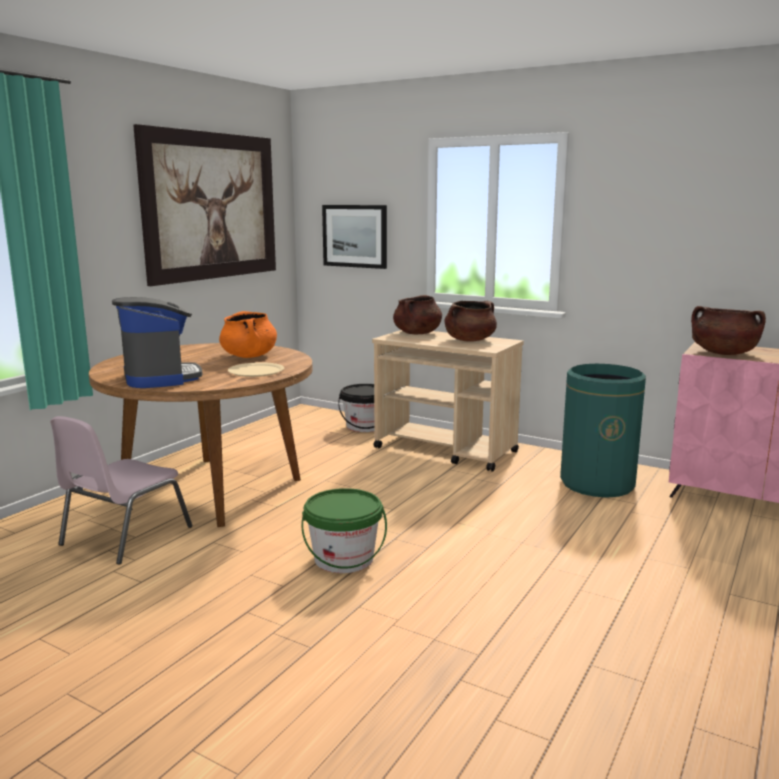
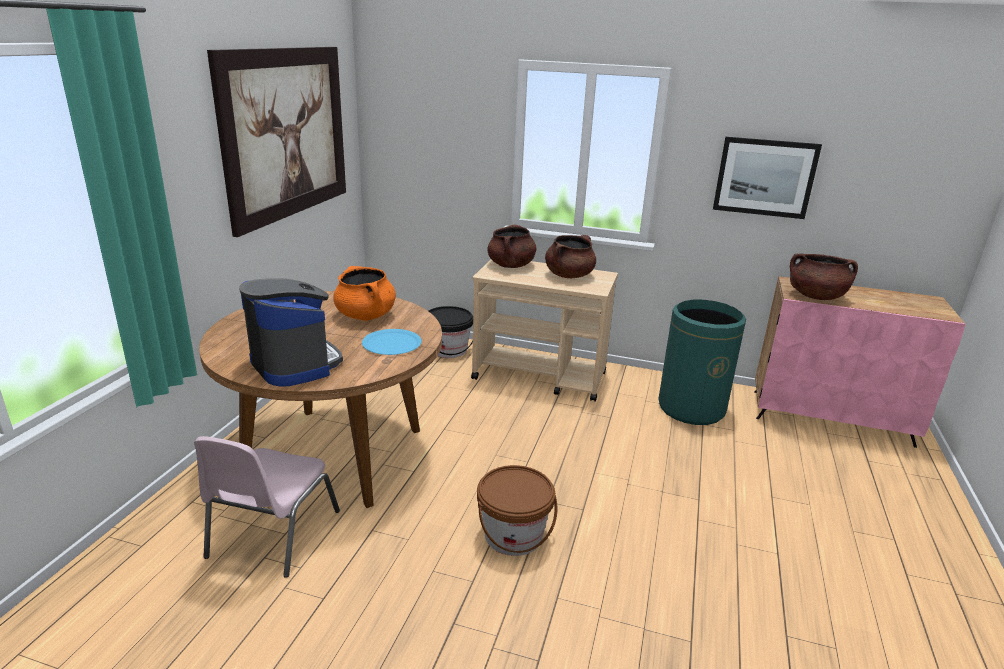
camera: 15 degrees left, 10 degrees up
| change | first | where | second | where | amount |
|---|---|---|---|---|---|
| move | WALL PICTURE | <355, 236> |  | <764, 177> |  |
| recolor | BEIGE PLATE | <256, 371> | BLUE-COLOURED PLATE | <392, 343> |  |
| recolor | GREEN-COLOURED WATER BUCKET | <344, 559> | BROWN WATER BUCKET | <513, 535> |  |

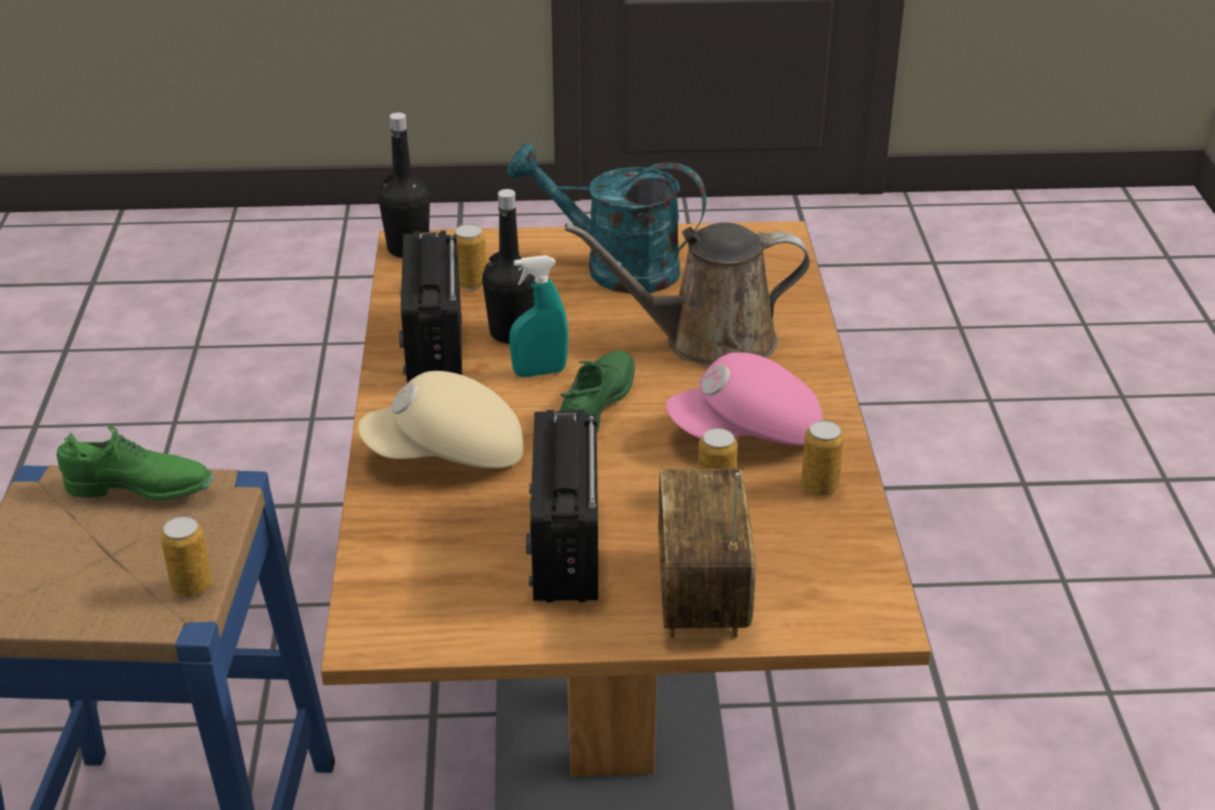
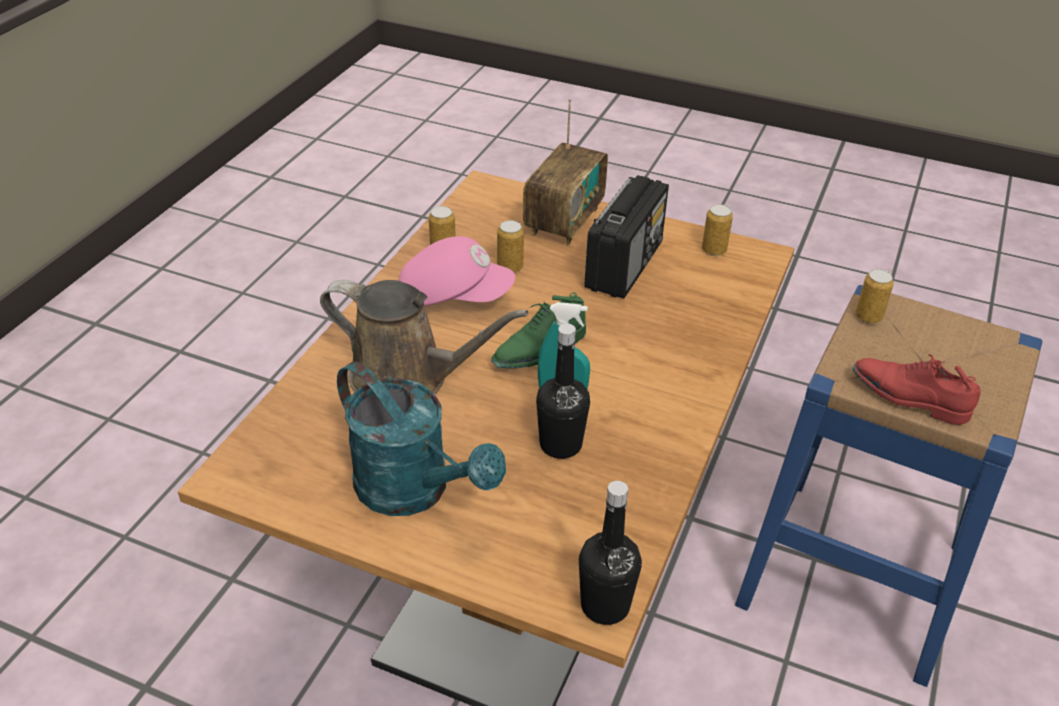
camera: 155 degrees left, 5 degrees up
| change | first | where | second | where | amount |
|---|---|---|---|---|---|
| delete | BEIGE CAP | <447, 455> |  |  |  |
| delete | RADIO SET | <434, 349> |  |  |  |
| move | SEALED CAN | <471, 283> |  | <714, 250> |  |
| recolor | GREEN-COLOURED LOW SHOE | <140, 488> | RED LOW SHOE | <908, 398> |  |

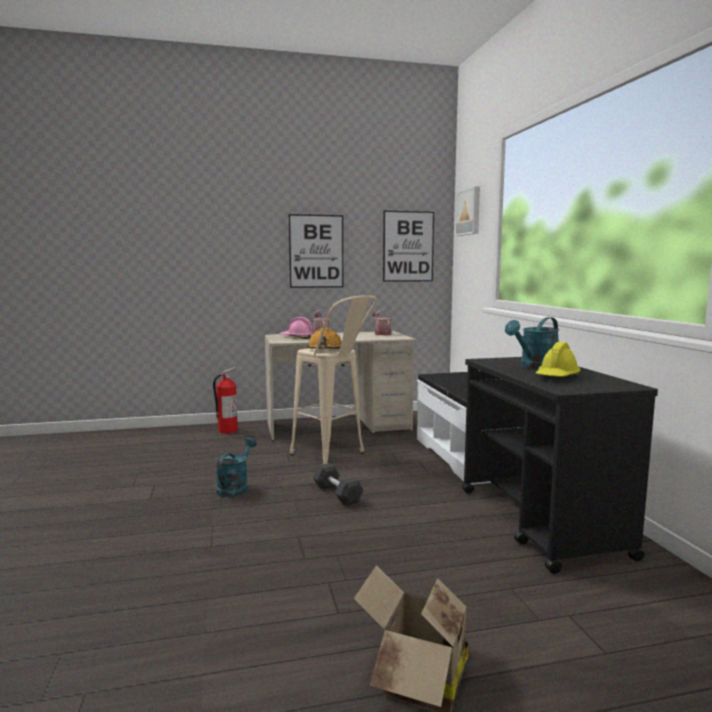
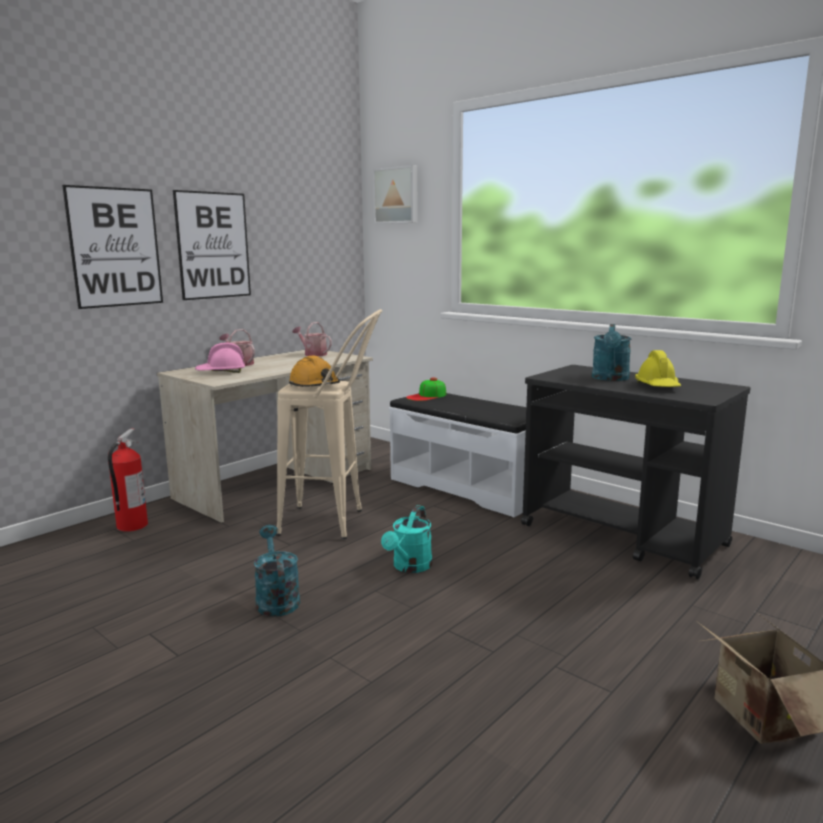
camera: 35 degrees left, 5 degrees up
| change | first | where | second | where | amount |
|---|---|---|---|---|---|
| insert |  |  | CAP | <427, 396> |  |
| move | WALL PICTURE | <408, 246> |  | <115, 247> |  |
| replace | GREY FREE WEIGHT | <337, 494> | TURQUOISE-COLOURED WATERING POT | <409, 567> |  |

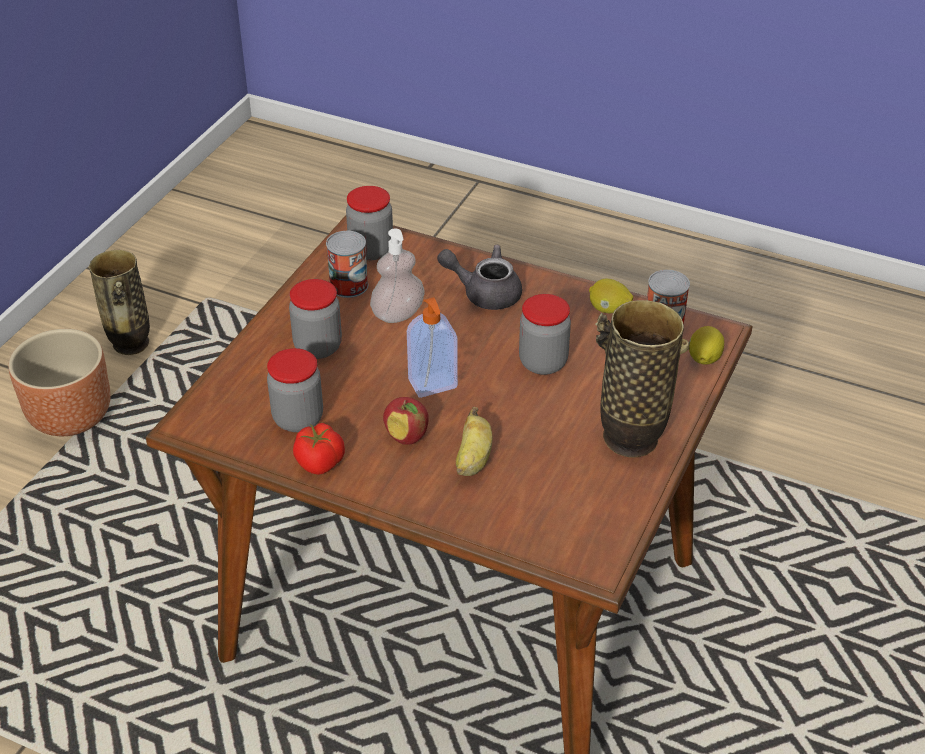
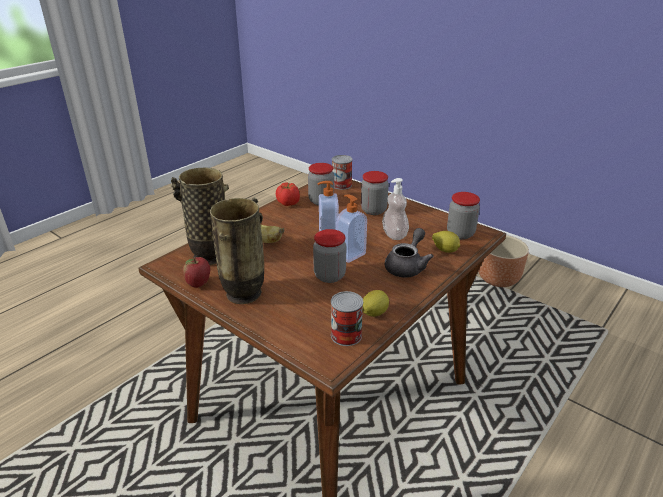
camera: 105 degrees right, 10 degrees down
| change | first | where | second | where | amount |
|---|---|---|---|---|---|
| insert |  |  | SOAP DISPENSER | <350, 254> |  |
| move | FLOWER VASE | <130, 344> |  | <210, 257> |  |
| move | SEALED CAN | <349, 285> |  | <341, 185> |  |
| move | APPLE FRUIT | <407, 436> |  | <199, 284> |  |
| move | CITRUS FRUIT | <703, 359> |  | <445, 250> |  |

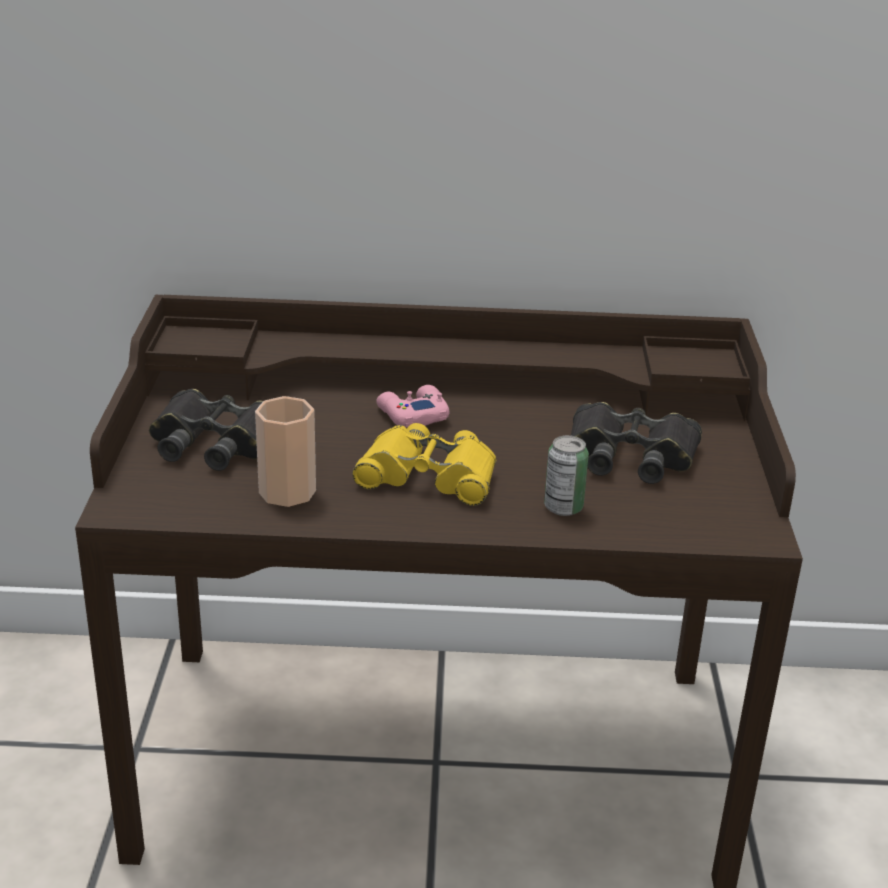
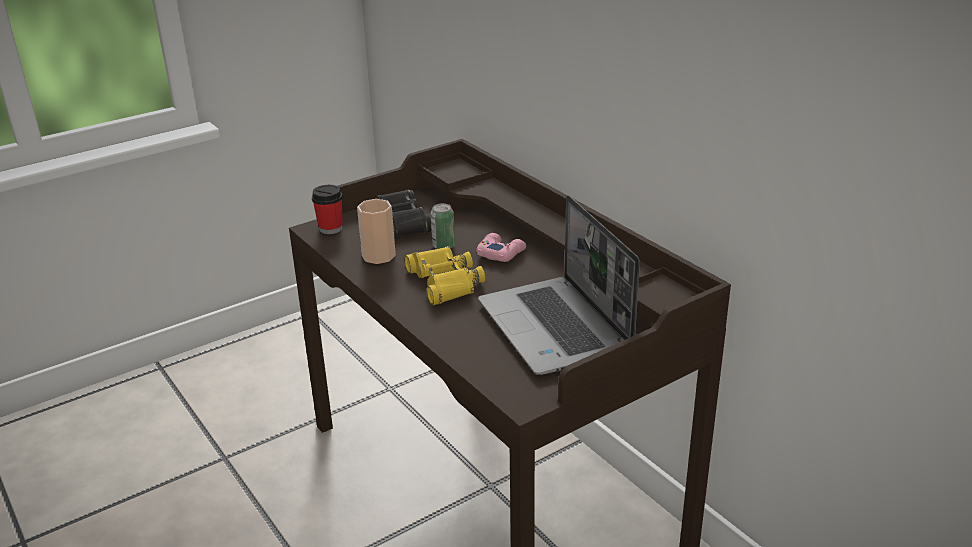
camera: 55 degrees right, 0 degrees up
| change | first | where | second | where | amount |
|---|---|---|---|---|---|
| insert |  |  | CUP | <330, 228> |  |
| move | SEALED CAN | <563, 508> |  | <443, 246> |  |
| replace | BLACKISH FIELD GLASSES | <631, 455> | NOTEBOOK COMPUTER | <556, 328> |  |

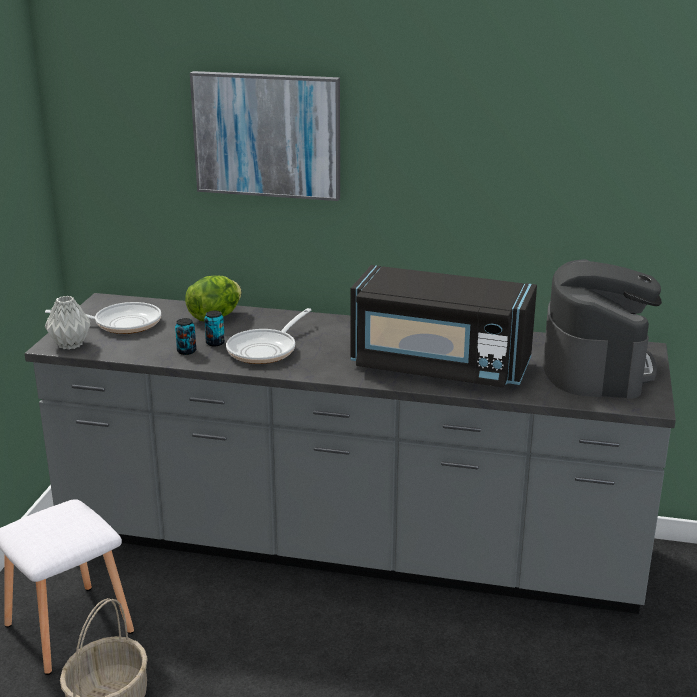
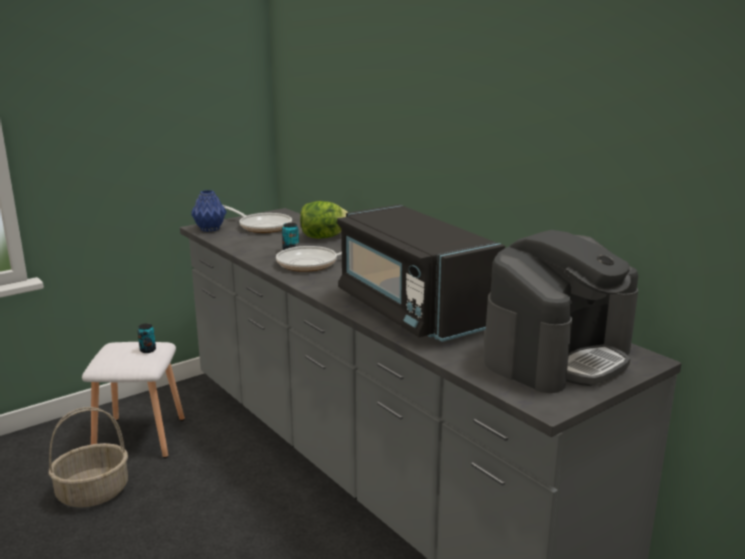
camera: 40 degrees right, 5 degrees down
| change | first | where | second | where | amount |
|---|---|---|---|---|---|
| delete | WALL PICTURE | <267, 135> |  |  |  |
| move | SEALED CAN | <186, 351> |  | <148, 350> |  |
| recolor | GREY FLOWER VASE | <70, 344> | BLUE-COLOURED FLOWER VASE | <210, 229> |  |

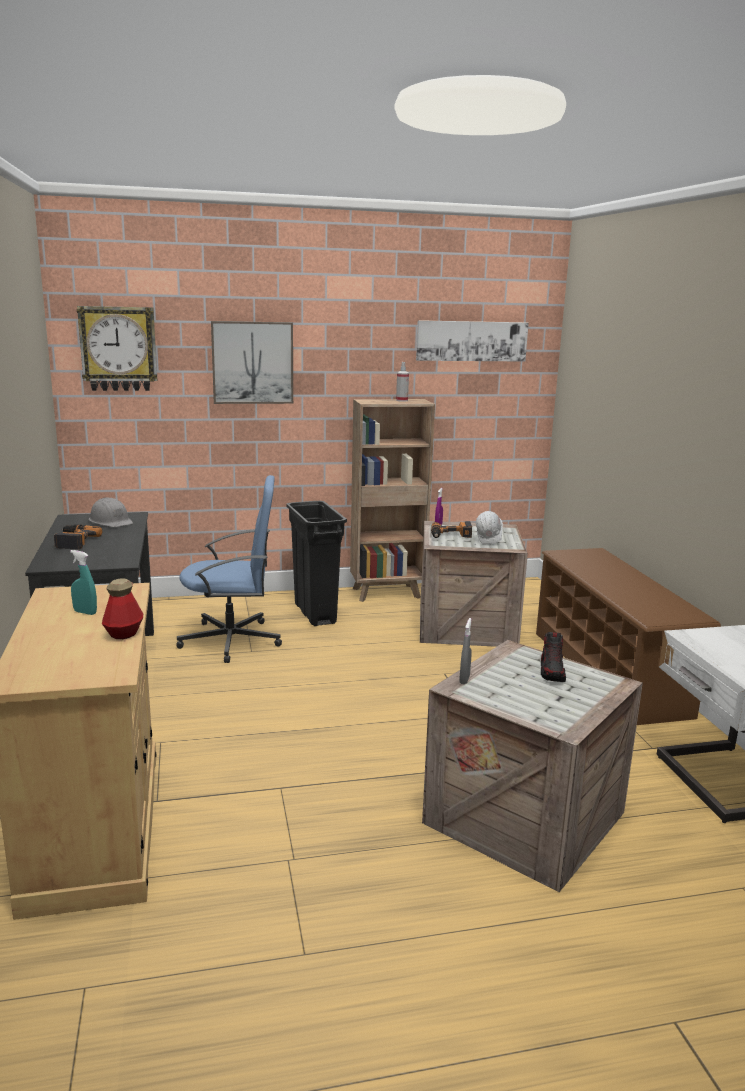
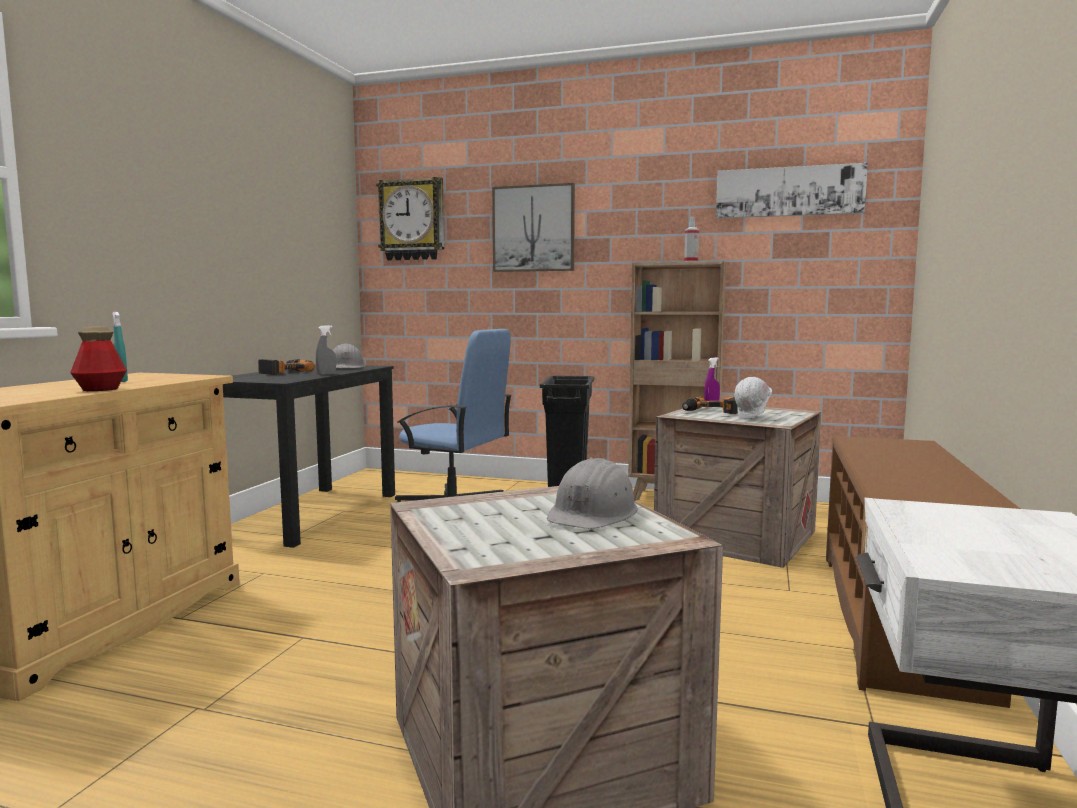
camera: 30 degrees right, 10 degrees down
| change | first | where | second | where | amount |
|---|---|---|---|---|---|
| move | GREY SPRAY BOTTLE | <464, 679> |  | <326, 374> |  |
| replace | LOW SHOE | <552, 671> | GREY SAFETY HELMET | <593, 513> |  |

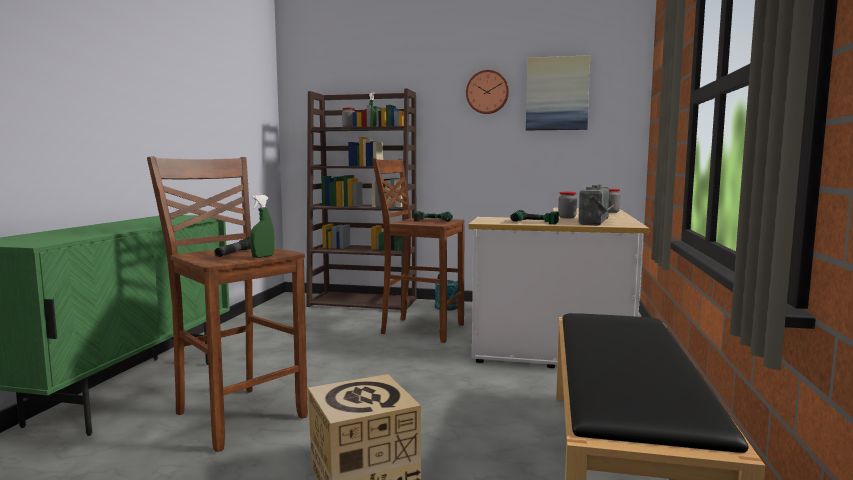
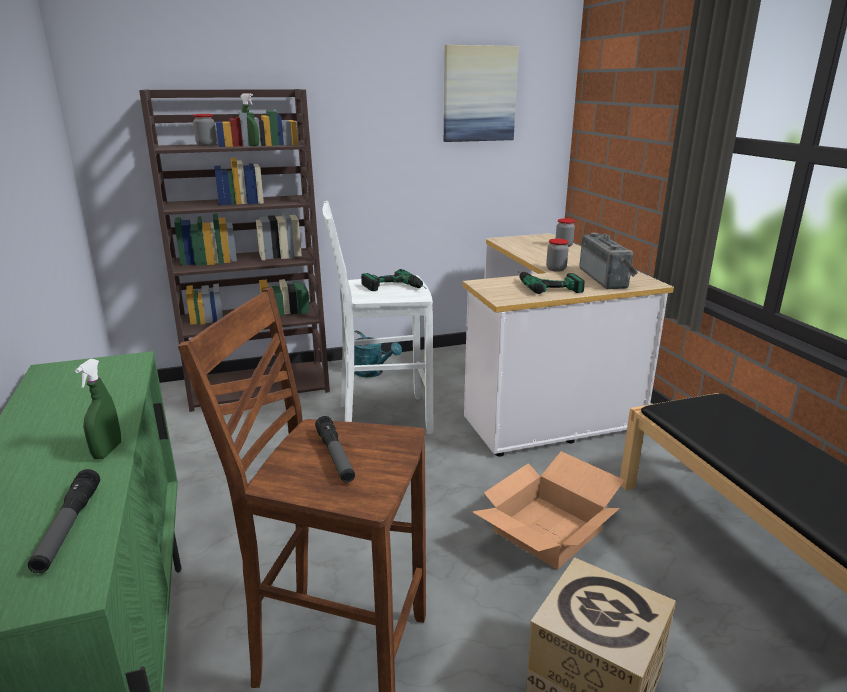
camera: 30 degrees left, 15 degrees up
| change | first | where | second | where | amount |
|---|---|---|---|---|---|
| delete | HANGING CLOCK | <487, 92> |  |  |  |
| insert |  |  | FLASHLIGHT | <68, 527> |  |
| insert |  |  | CARDBOARD BOX | <548, 532> |  |
| move | GREEN-COLOURED SPRAY BOTTLE | <263, 256> |  | <107, 451> |  |
| recolor | BROWN STOOL SEAT | <420, 329> | WHITE STOOL SEAT | <381, 417> |  |

